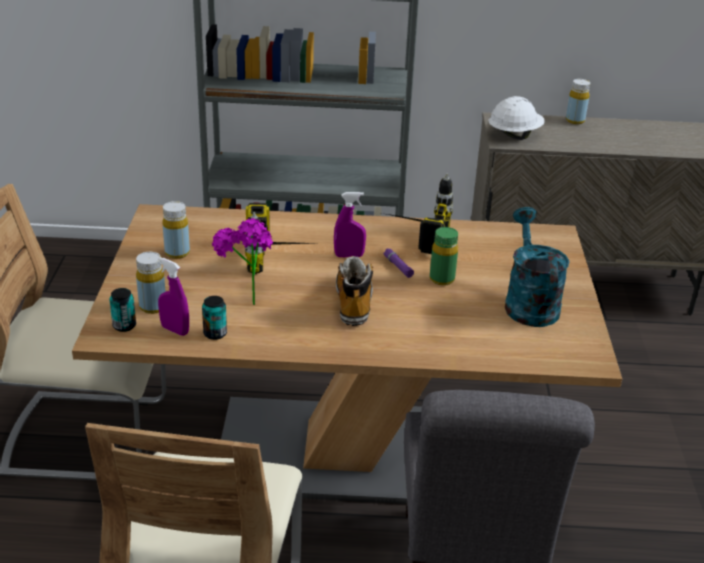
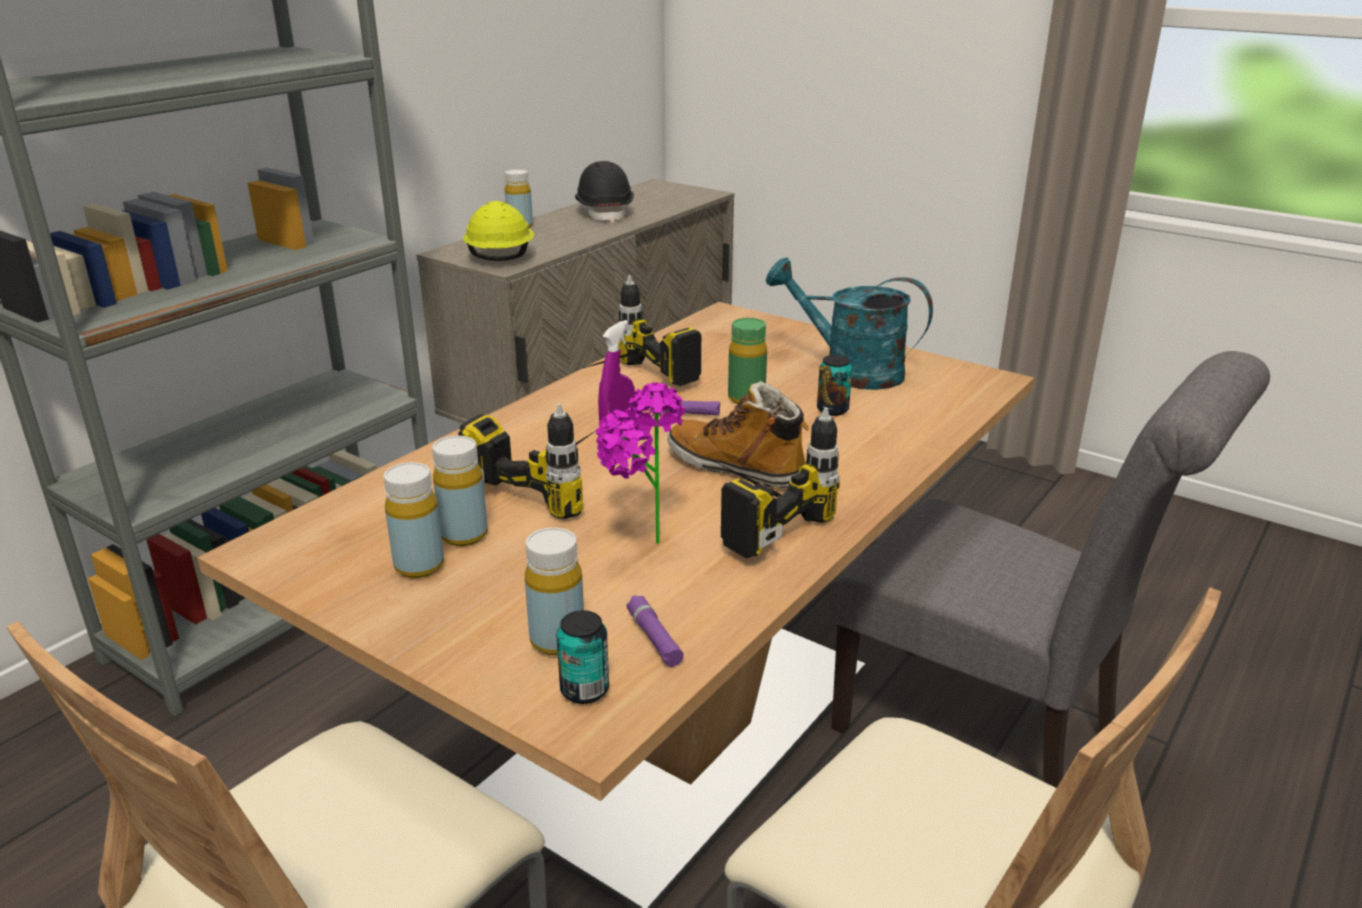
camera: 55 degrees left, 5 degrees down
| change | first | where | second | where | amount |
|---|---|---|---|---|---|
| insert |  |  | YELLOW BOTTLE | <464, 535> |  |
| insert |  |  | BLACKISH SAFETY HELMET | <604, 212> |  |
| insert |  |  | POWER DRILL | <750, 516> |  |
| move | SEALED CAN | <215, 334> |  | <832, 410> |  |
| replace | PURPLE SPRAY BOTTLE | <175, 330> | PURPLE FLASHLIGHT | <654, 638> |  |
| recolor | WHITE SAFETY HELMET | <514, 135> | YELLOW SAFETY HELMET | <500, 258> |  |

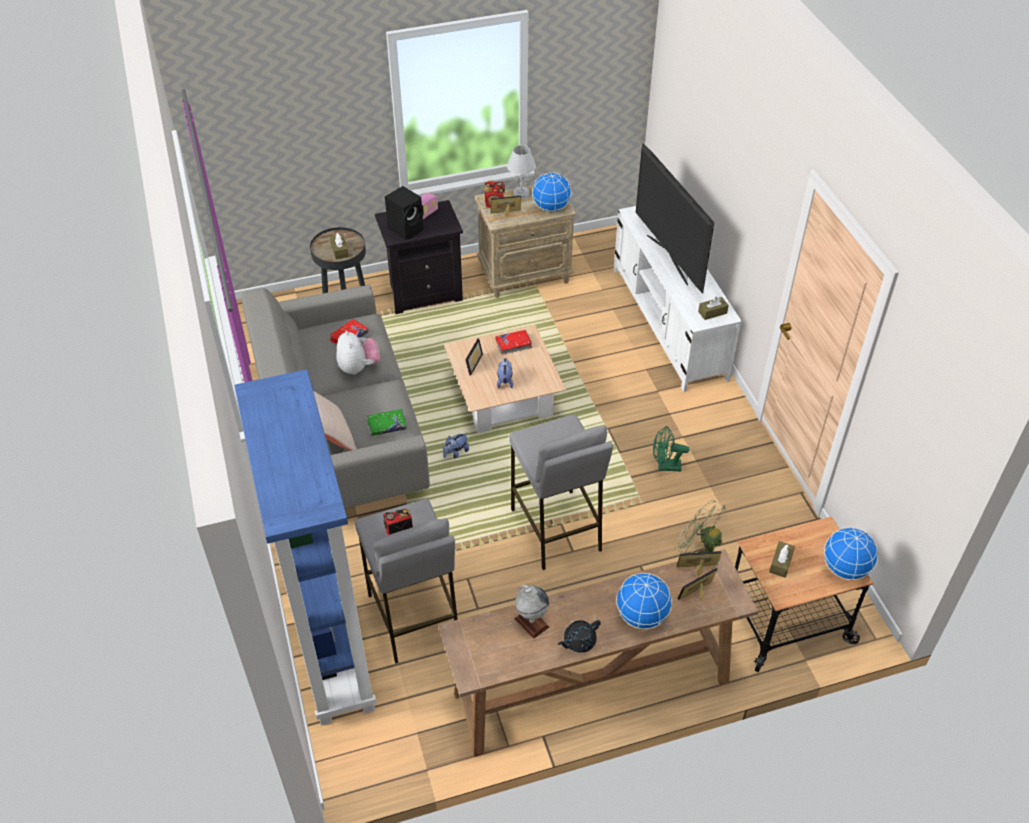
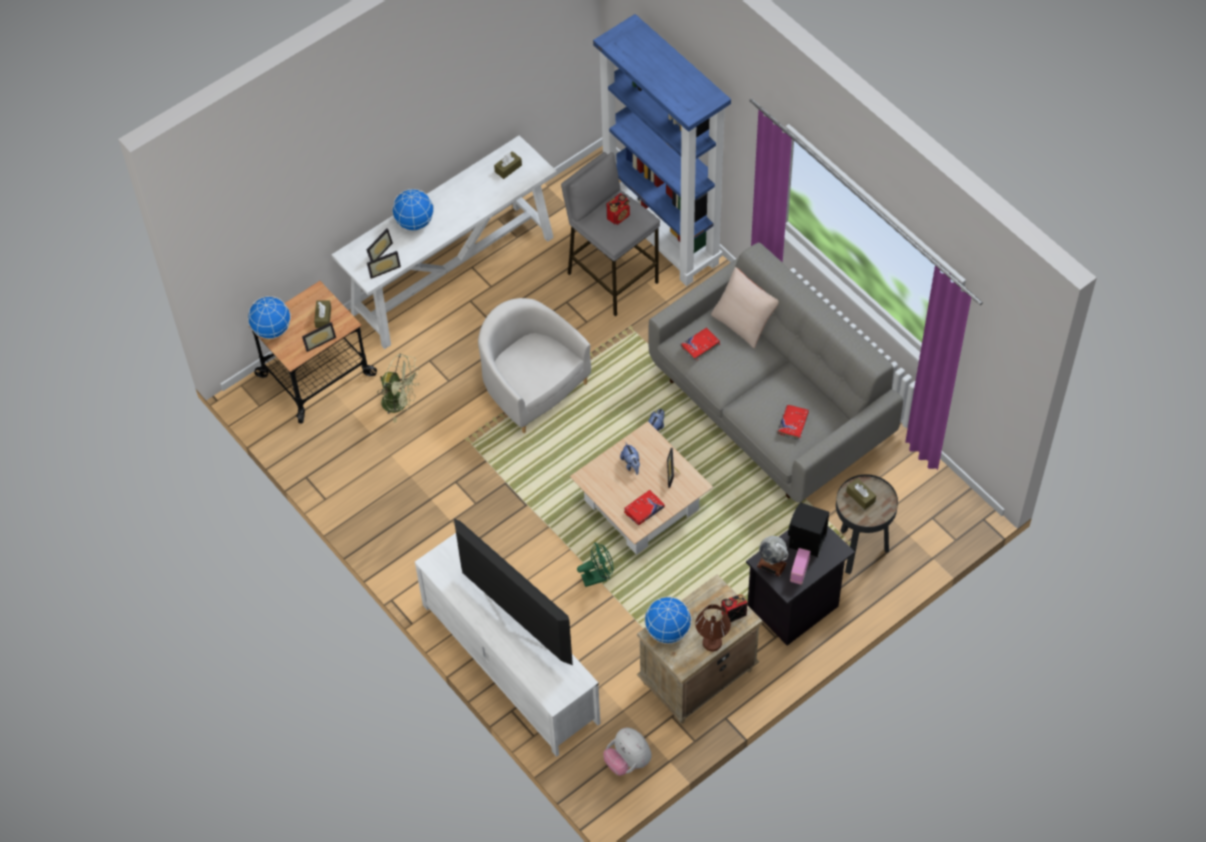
camera: 160 degrees right, 10 degrees up
| change | first | where | second | where | amount |
|---|---|---|---|---|---|
| delete | BLACKISH TEAPOT | <579, 641> |  |  |  |
| move | PLUSH TOY | <358, 367> |  | <628, 761> |  |
| move | PICTURE FRAME | <506, 214> |  | <318, 340> |  |
| move | GLOBE | <531, 622> |  | <772, 564> |  |
| move | GREEN-COLOURED FAN | <665, 466> |  | <598, 577> |  |
| move | BROWN TISSUE HOLDER | <712, 312> |  | <508, 168> |  |
| replace | GREY STOOL SEAT | <556, 530> | WHITE EASY CHAIR | <532, 387> |  |
| recolor | GREEN-COLOURED BOOK | <387, 425> | RED BOOK | <700, 346> |  |
| recolor | BROWN NARROW TABLE | <590, 688> | WHITE NARROW TABLE | <454, 274> |  |
| recolor | WHITE LAMP FOR A TABLE | <521, 193> | BROWN LAMP FOR A TABLE | <712, 643> |  |

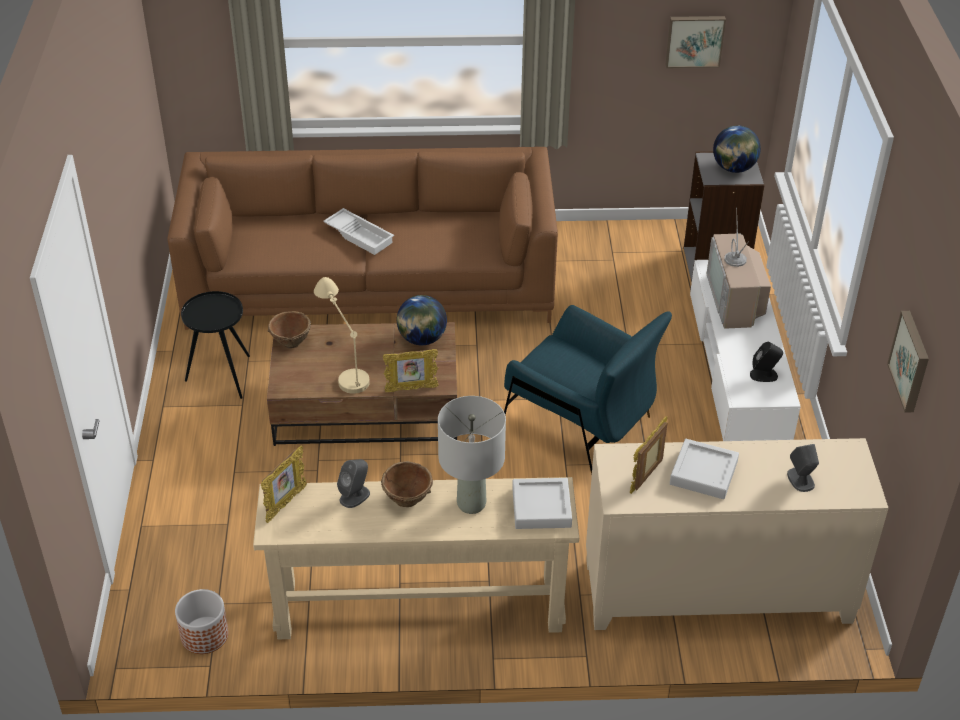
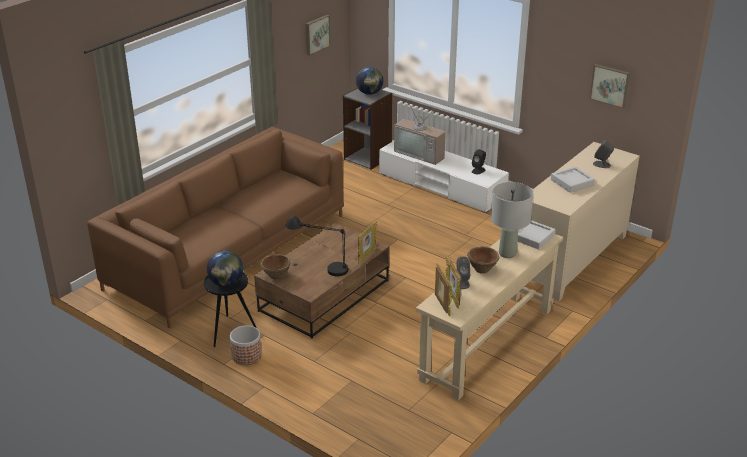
camera: 50 degrees left, 10 degrees down
| change | first | where | second | where | amount |
|---|---|---|---|---|---|
| delete | WHITE TRAY | <360, 235> |  |  |  |
| delete | BLUE-COLOURED EASY CHAIR | <579, 426> |  |  |  |
| move | PLANTER | <204, 635> |  | <246, 356> |  |
| move | GLOBE | <422, 339> |  | <226, 283> |  |
| move | PICTURE FRAME | <647, 476> |  | <452, 298> |  |
| recolor | BEIGE LAMP FOR A TABLE | <343, 365> | BLACKISH LAMP FOR A TABLE | <319, 267> |  |

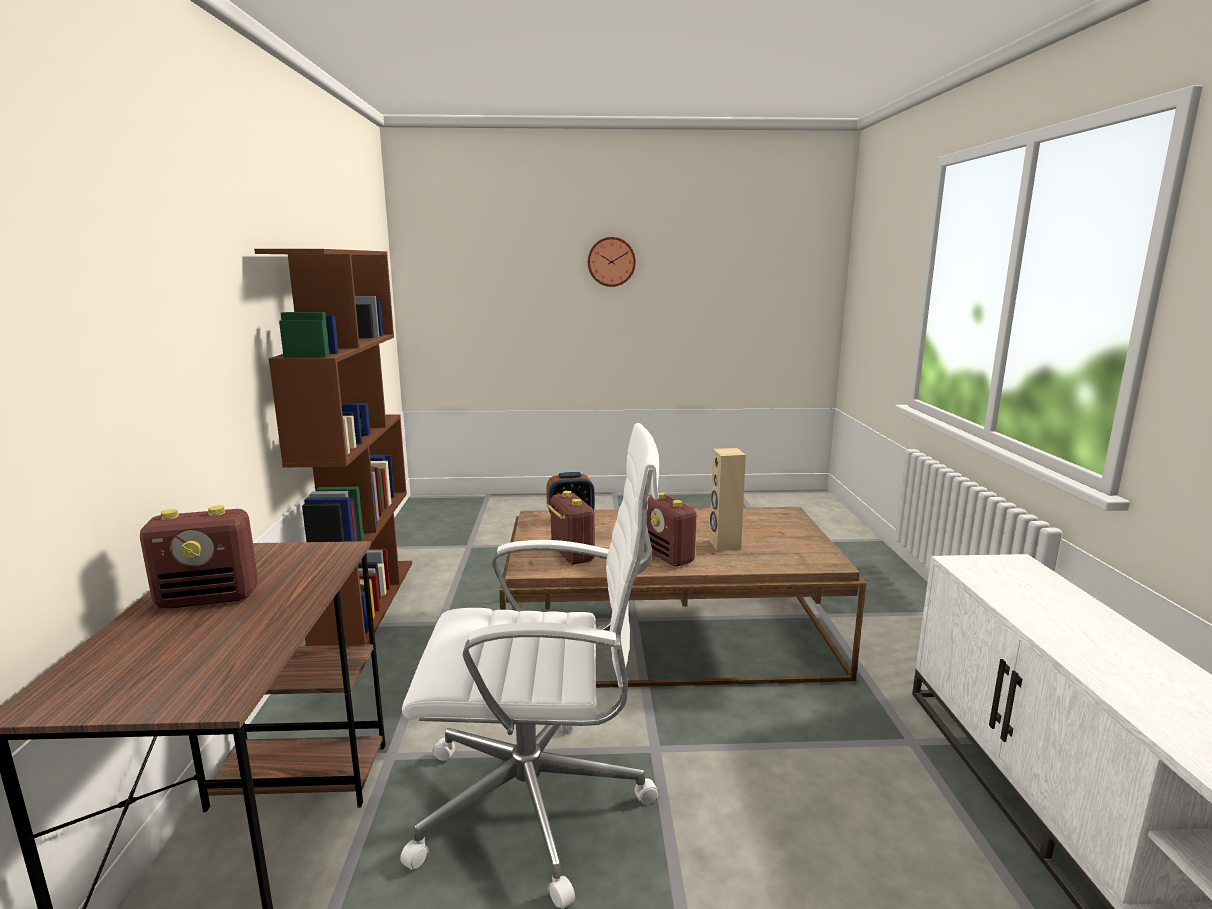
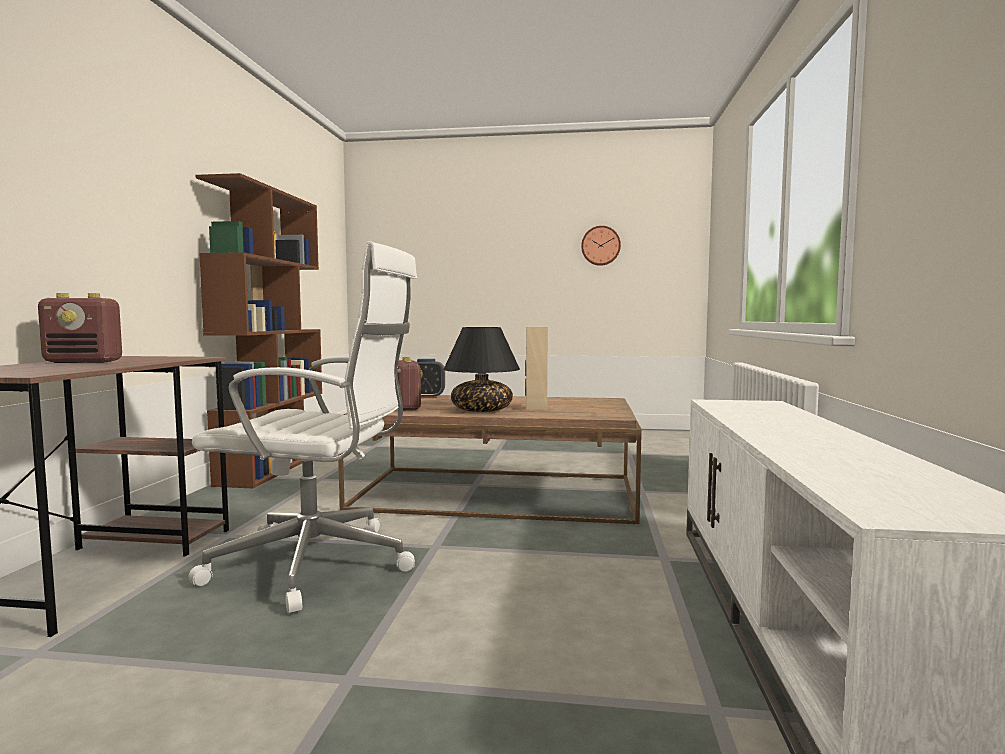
camera: 10 degrees right, 10 degrees down
| change | first | where | second | where | amount |
|---|---|---|---|---|---|
| move | HANGING CLOCK | <611, 262> |  | <600, 246> |  |
| replace | RADIO SET | <668, 557> | BLACKISH LAMP FOR A TABLE | <482, 410> |  |

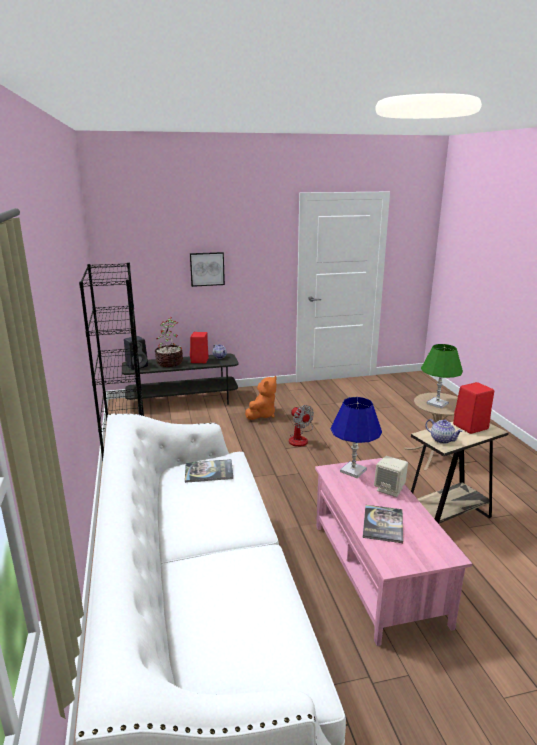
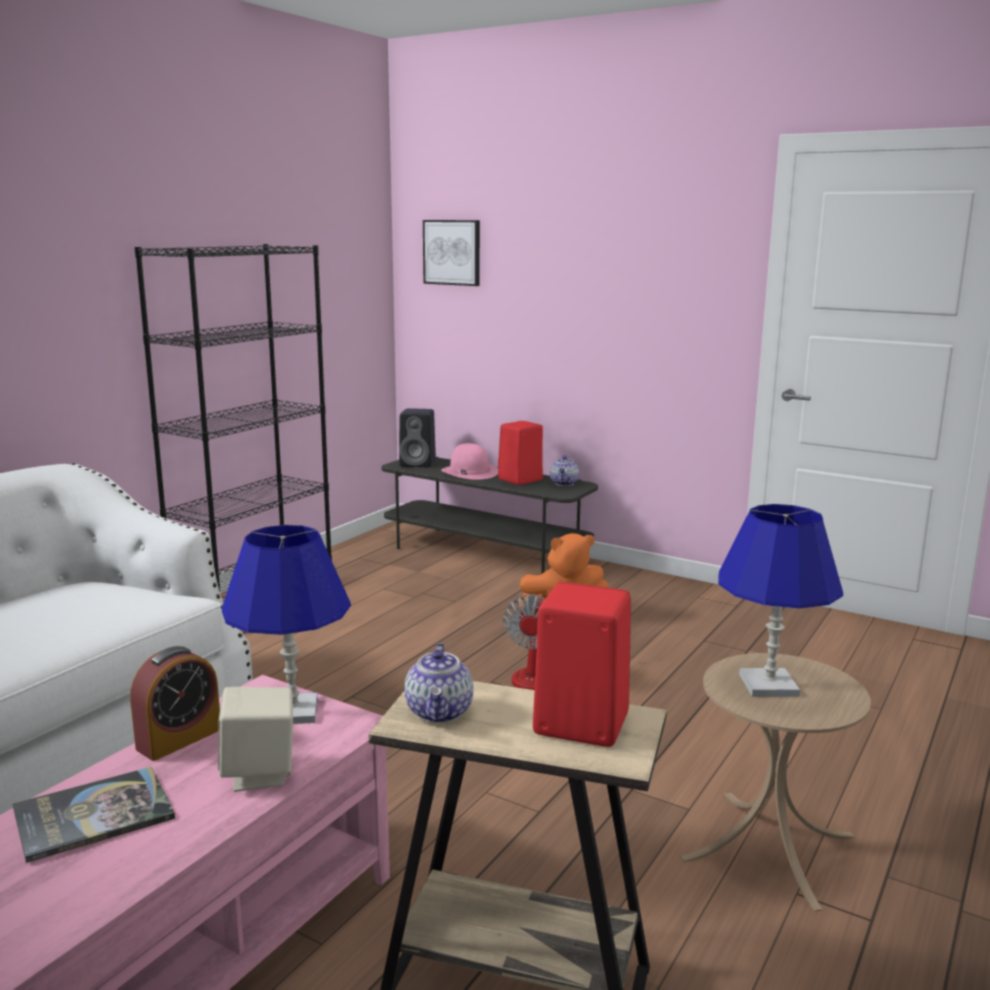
camera: 45 degrees right, 5 degrees down
| change | first | where | second | where | amount |
|---|---|---|---|---|---|
| delete | BOOK | <209, 471> |  |  |  |
| insert |  |  | ALARM CLOCK | <179, 739> |  |
| move | WALL PICTURE | <207, 269> |  | <452, 252> |  |
| replace | POTTED PLANT | <170, 363> | PINKISH HAT | <469, 472> |  |
| recolor | GREEN-COLOURED LAMP FOR A TABLE | <437, 403> | BLUE-COLOURED LAMP FOR A TABLE | <769, 685> |  |

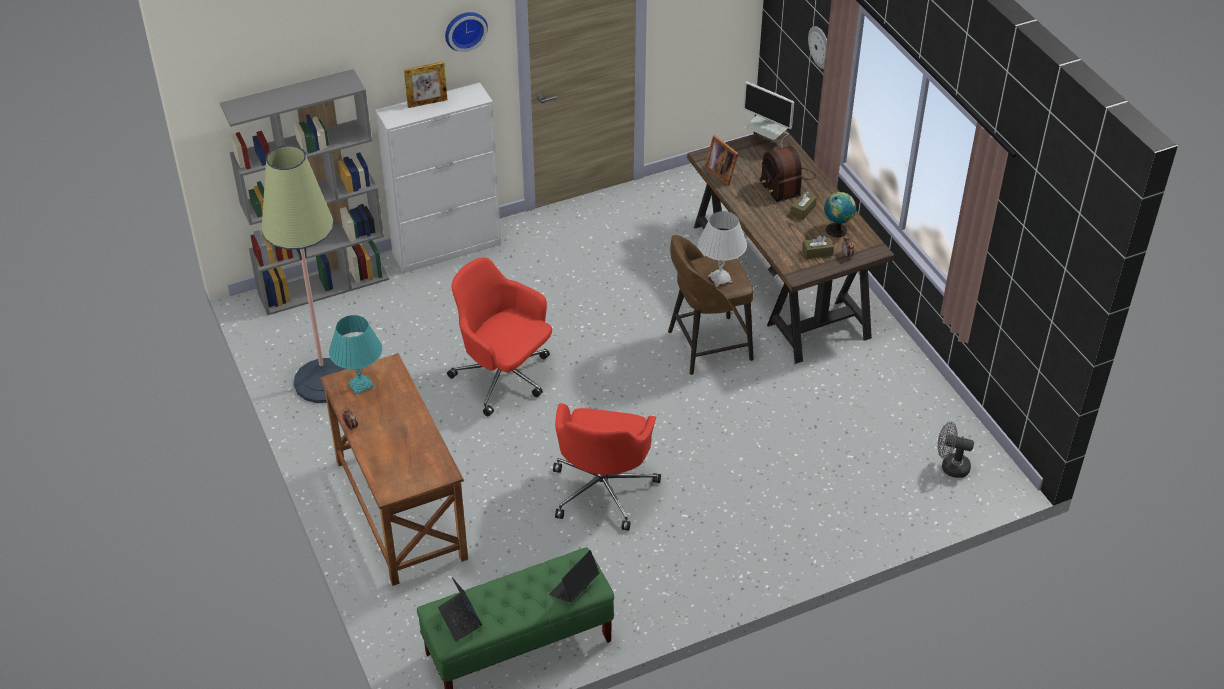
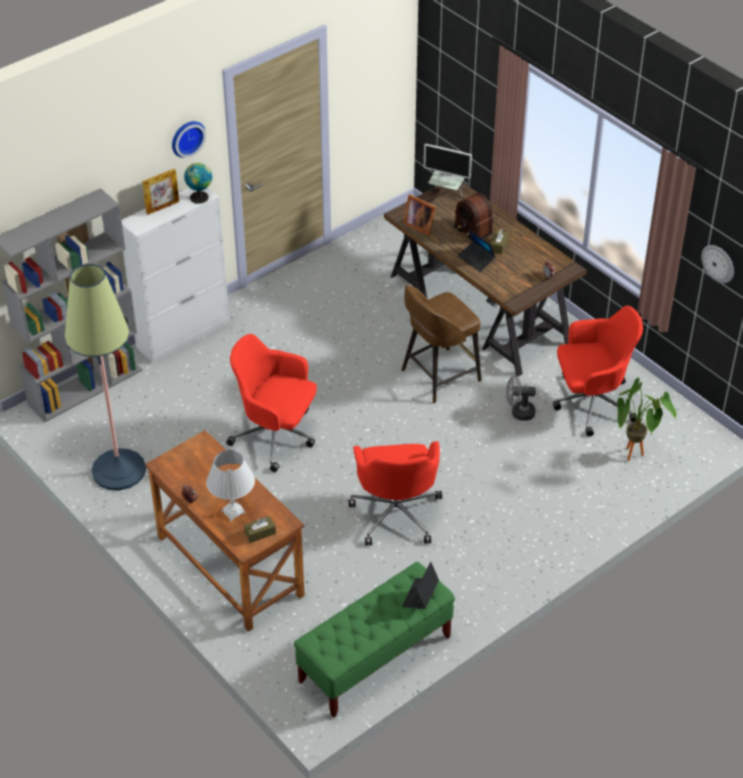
camera: 15 degrees left, 0 degrees up
| change | first | where | second | where | amount |
|---|---|---|---|---|---|
| delete | TURQUOISE-COLOURED LAMP FOR A TABLE | <360, 385> |  |  |  |
| insert |  |  | RED OFFICE CHAIR | <591, 403> |  |
| insert |  |  | POTTED PLANT | <634, 458> |  |
| move | NOTEBOOK COMPUTER | <460, 619> |  | <476, 259> |  |
| move | WHITE LAMP FOR A TABLE | <720, 279> |  | <233, 512> |  |
| move | BROWN TISSUE HOLDER | <817, 252> |  | <260, 533> |  |
| move | HANGING CLOCK | <820, 47> |  | <718, 263> |  |
| move | GLOBE | <837, 229> |  | <200, 197> |  |
| move | GREY FAN | <950, 466> |  | <519, 412> |  |

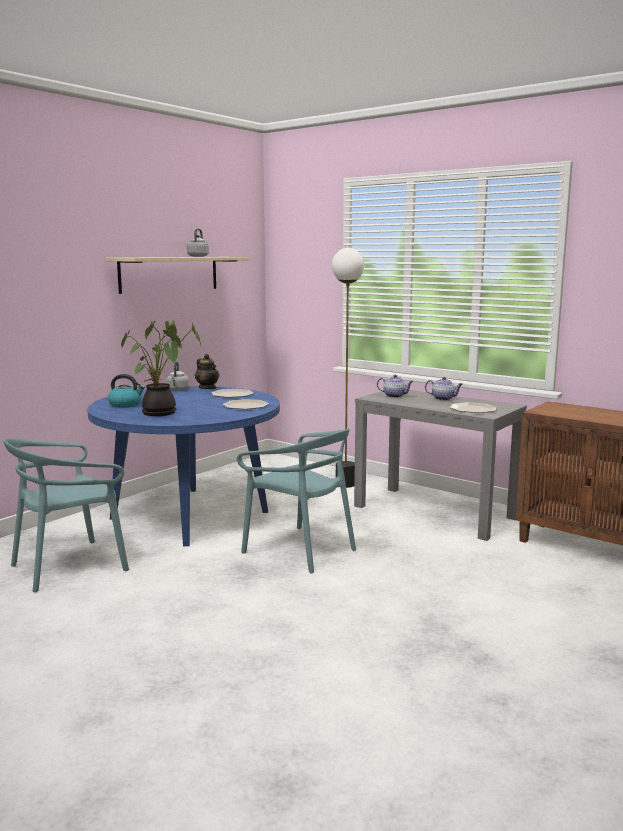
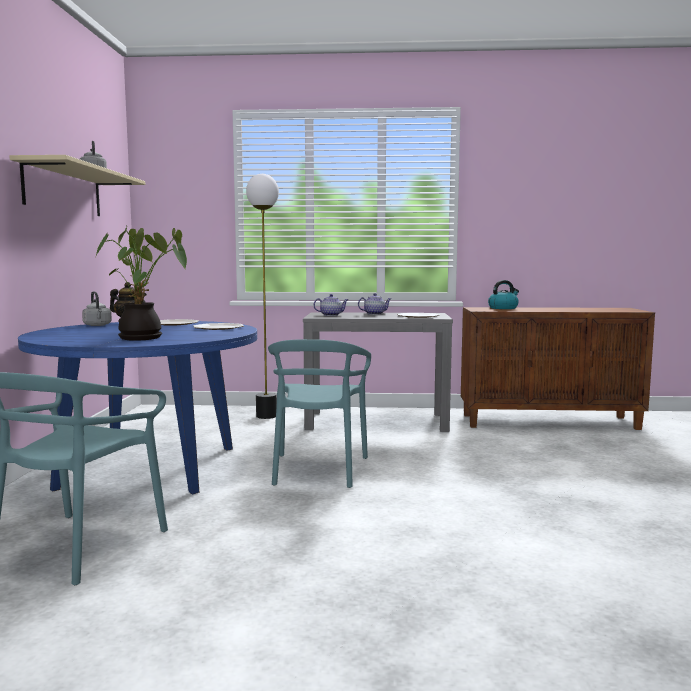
camera: 35 degrees left, 5 degrees down
| change | first | where | second | where | amount |
|---|---|---|---|---|---|
| move | WATER KETTLE | <126, 405> |  | <503, 308> |  |
| rotate | TURQUOISE-COLOURED PLAIN CHAIR | <300, 550> |  | <318, 470> | 90 degrees clockwise |

